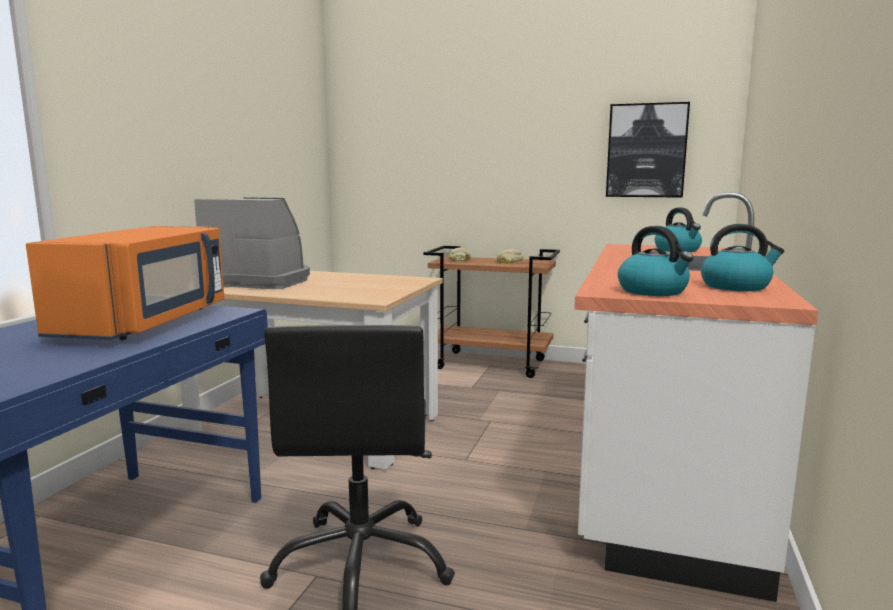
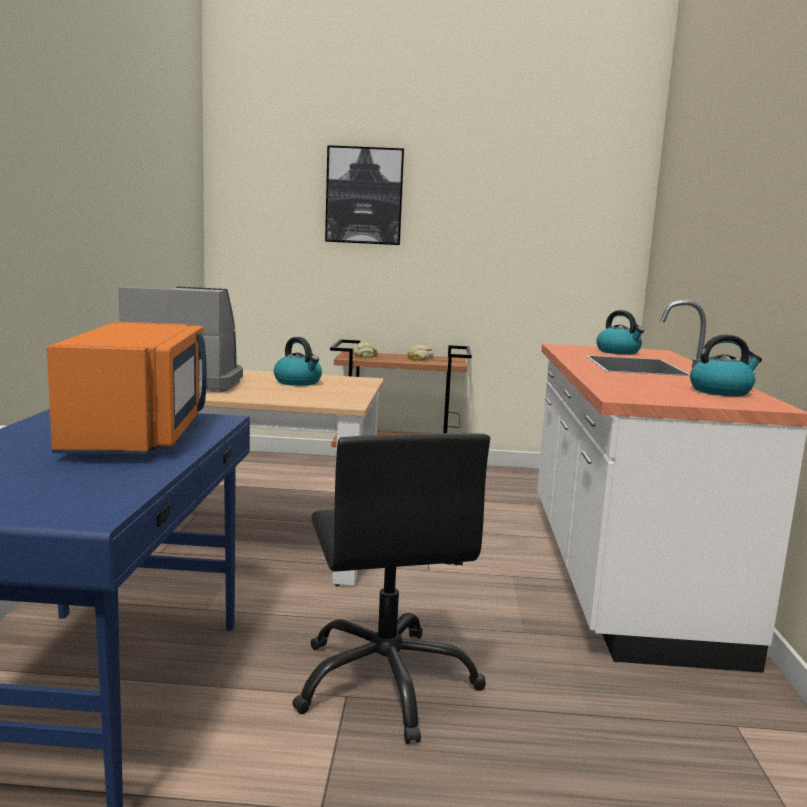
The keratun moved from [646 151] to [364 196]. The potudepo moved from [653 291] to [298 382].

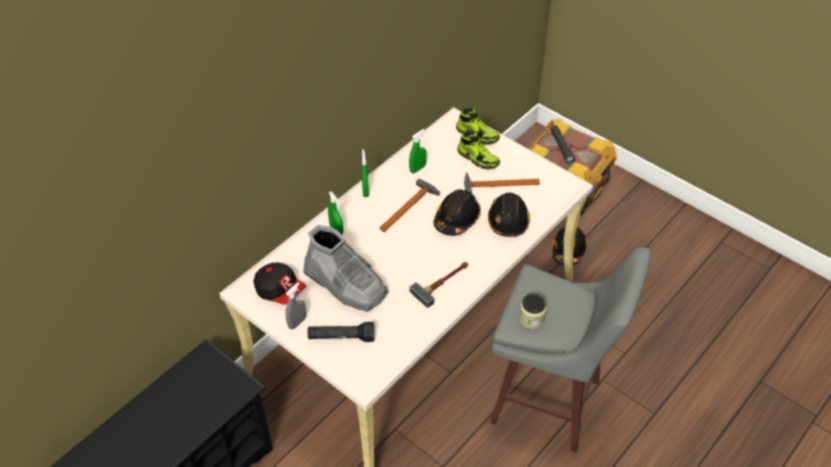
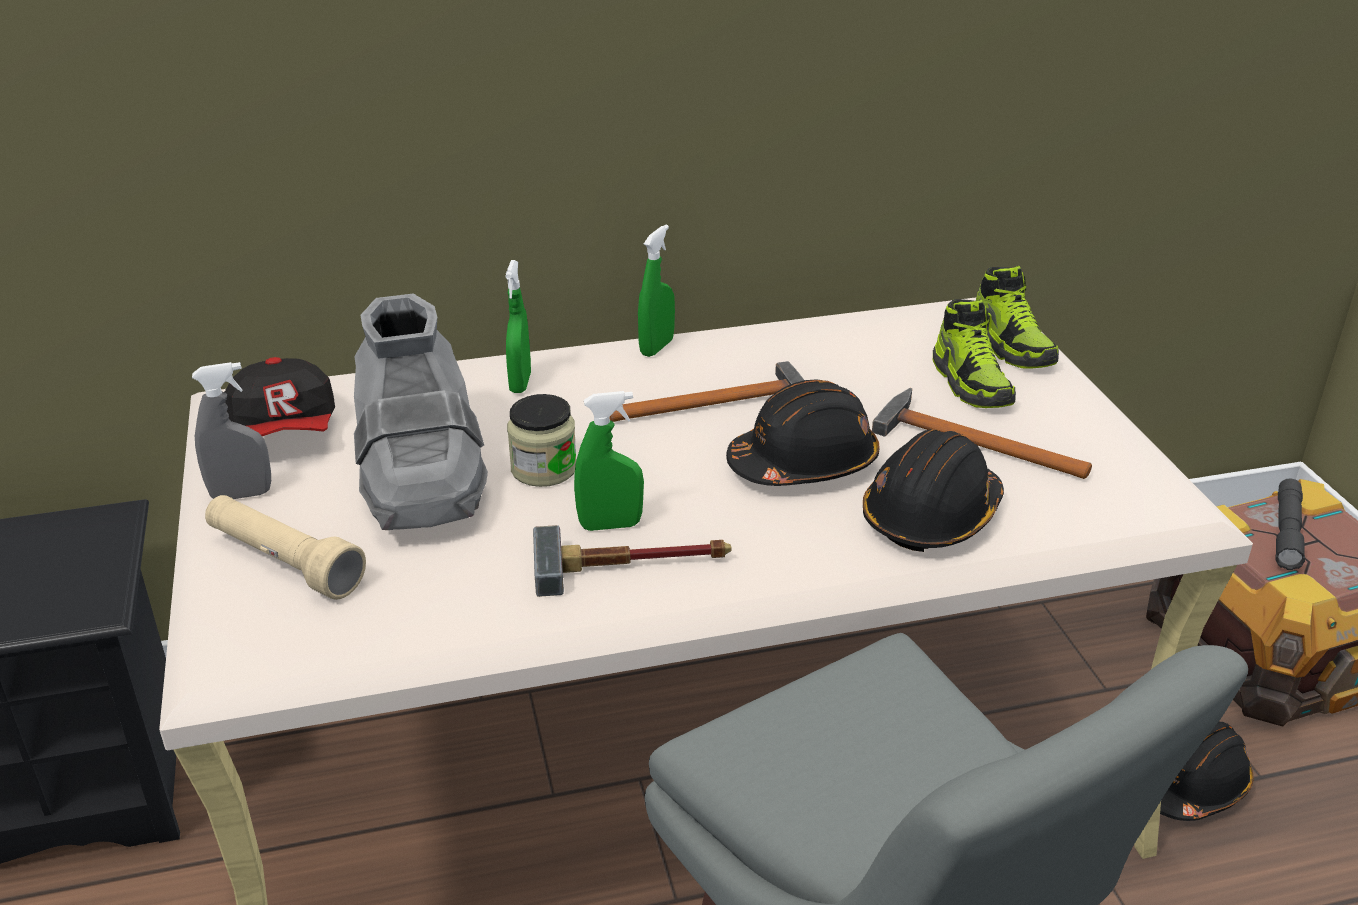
The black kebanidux at [341 338] became the beige kebanidux at [284 562]. The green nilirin moved from [417 168] to [610 525]. The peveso moved from [531 319] to [544 469].

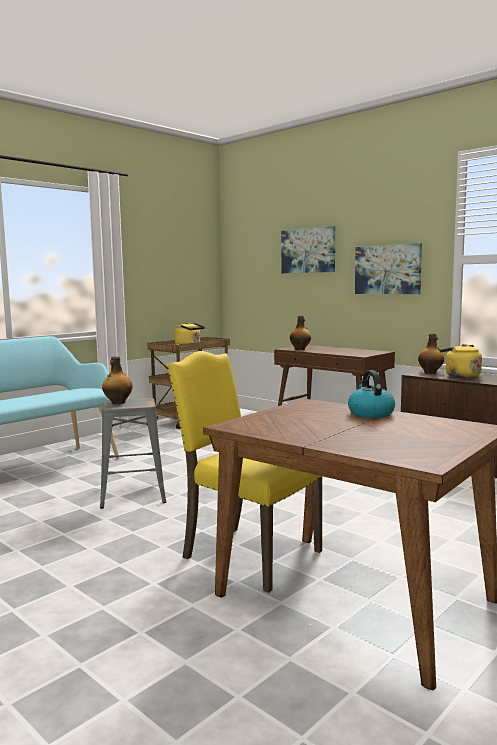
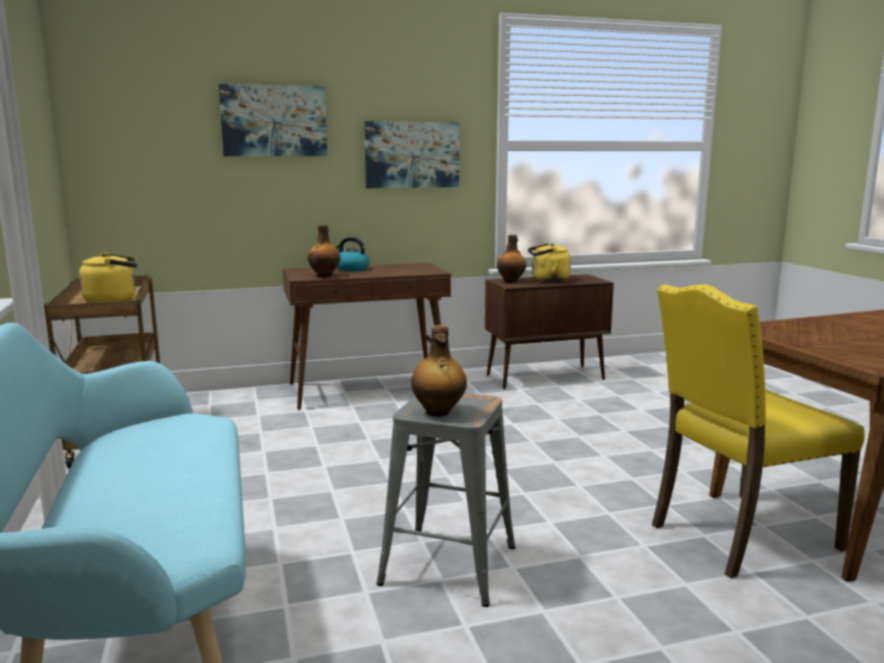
The potudepo moved from [370 413] to [351 269].

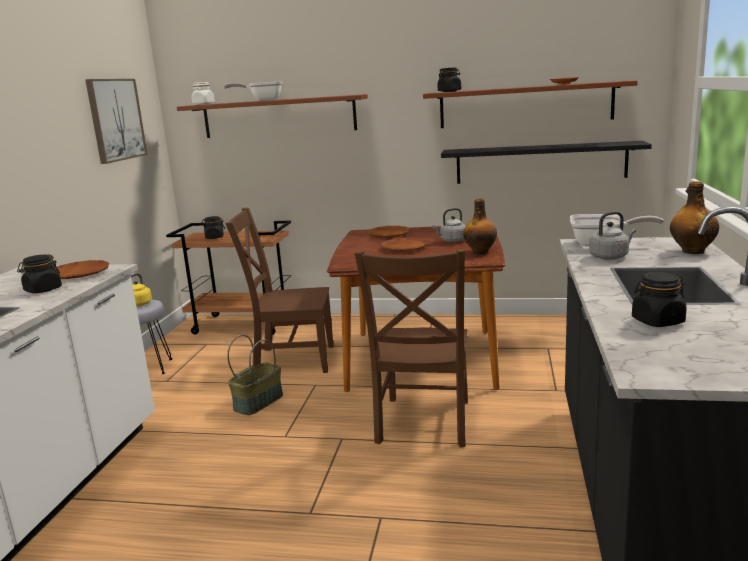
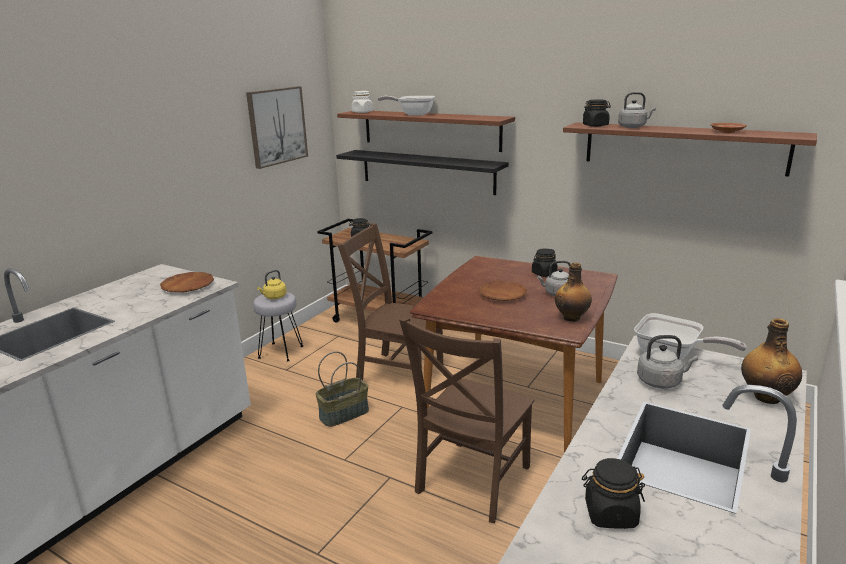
The black peveso moved from [43 290] to [544 273]. The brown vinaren at [389 235] disappeared. The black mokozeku moved from [540 163] to [426 171]. The grey potudepo at [633 127] appeared.

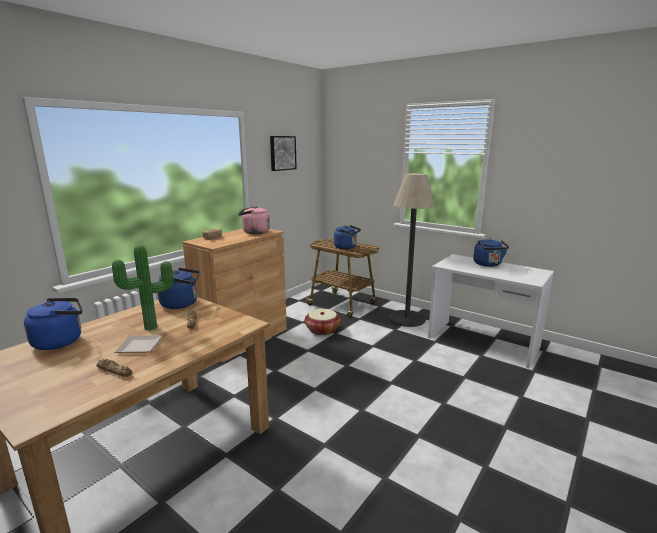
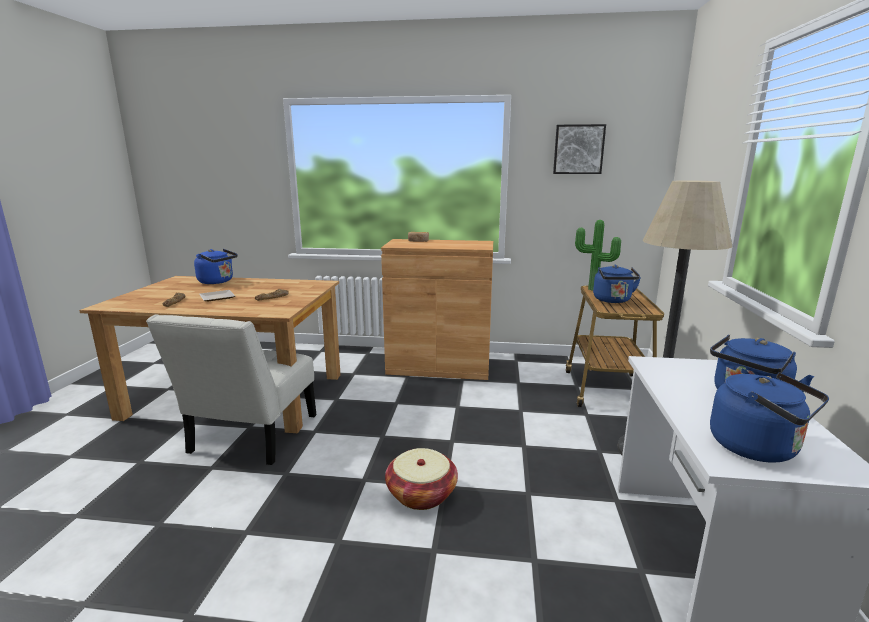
The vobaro moved from [151 328] to [593 289]. The blue potudepo moved from [182 304] to [758 448]. The pink potudepo at [254 232] disappeared. The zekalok moved from [322 330] to [421 494]. The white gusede at [250 437] appeared.

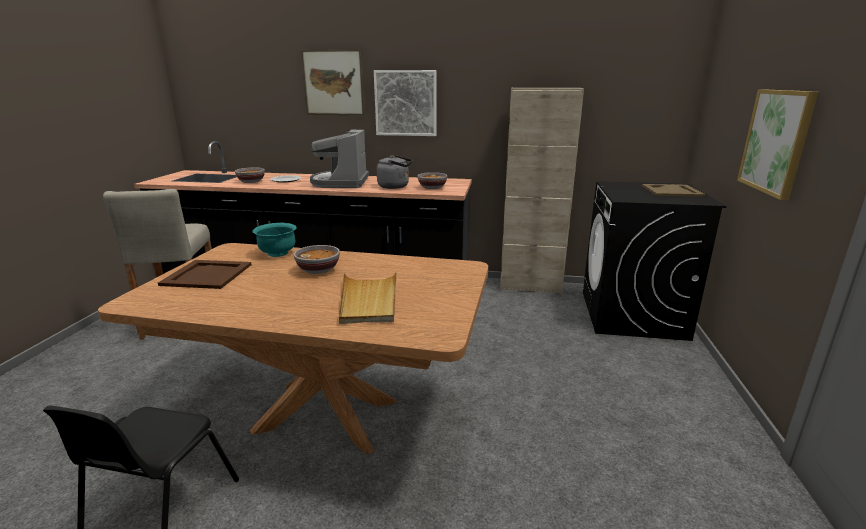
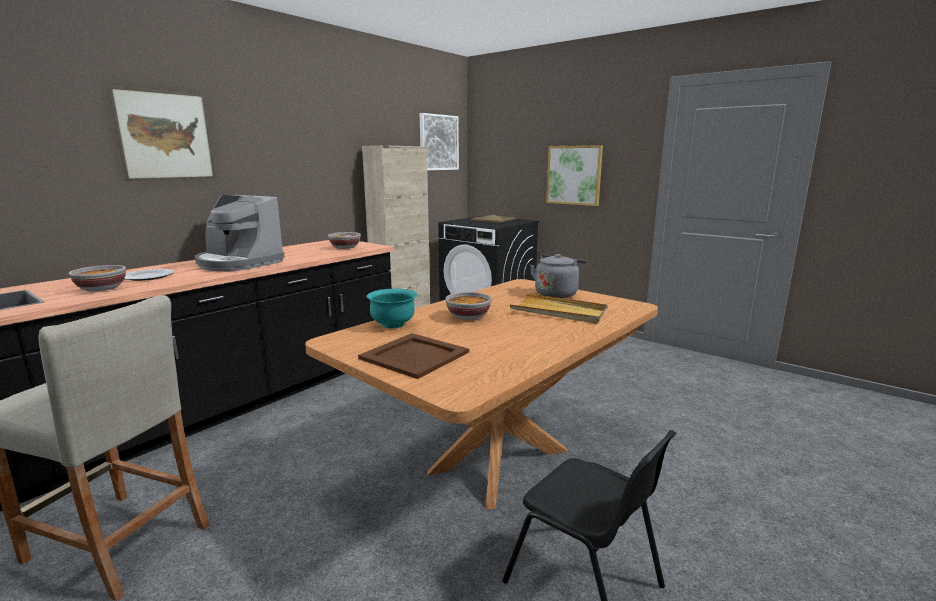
The keratun moved from [406 103] to [438 142]. The grey potudepo moved from [395 186] to [557 294].

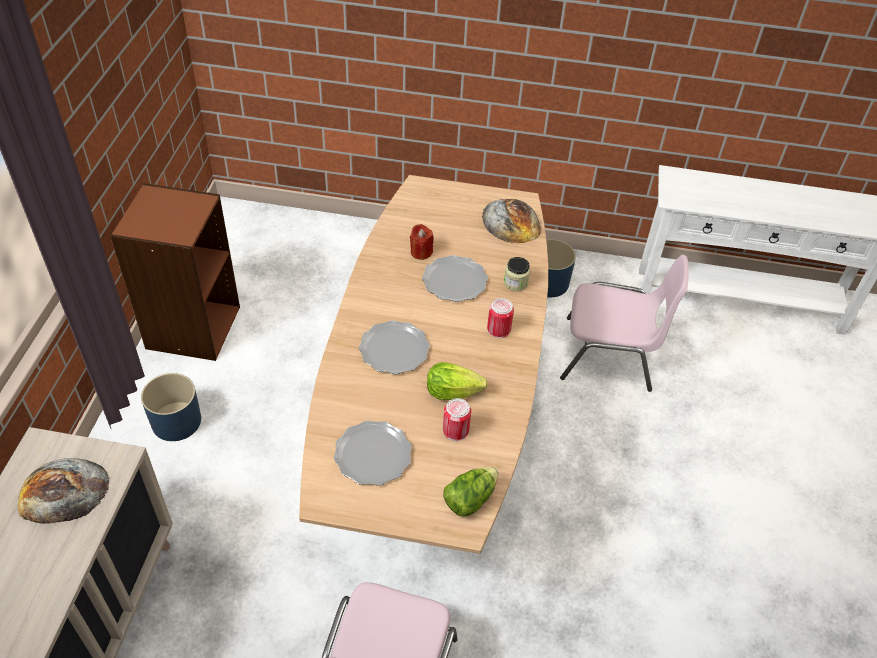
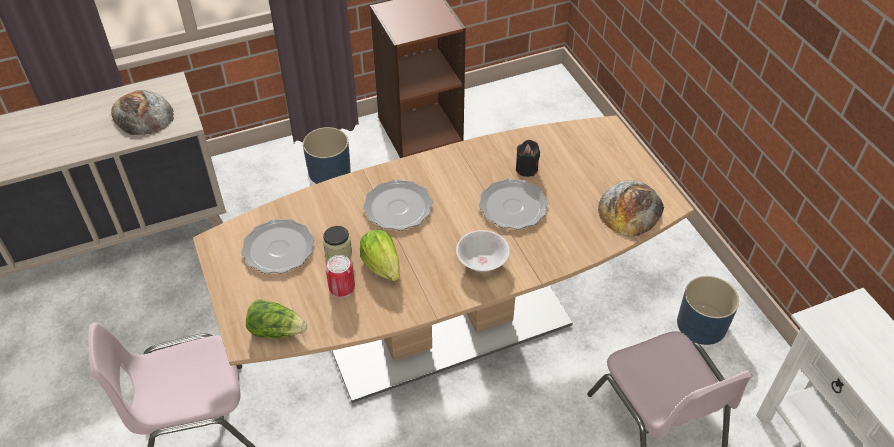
The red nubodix at [421 252] became the black nubodix at [526 169]. The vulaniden at [498 329] was replaced by the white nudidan at [482 263]. The peveso moved from [515 283] to [338 253].

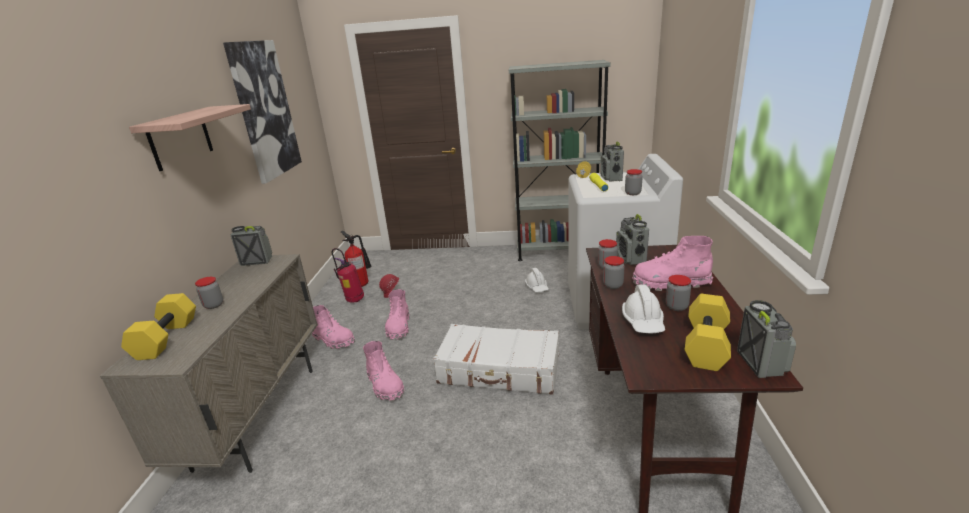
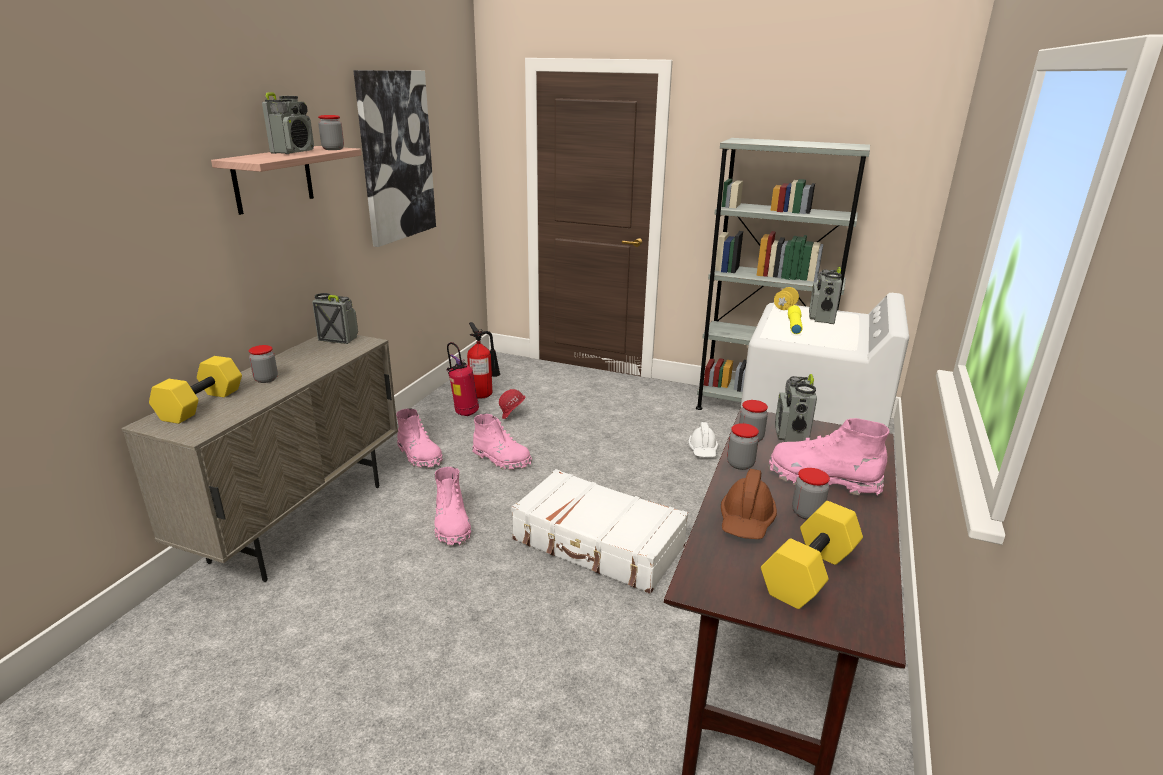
The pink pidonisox at [399 327] turned 75 degrees counterclockwise. The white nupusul at [643 321] became the brown nupusul at [746 520]. The peveso moved from [632 193] to [333 149]. The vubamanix moved from [761 363] to [293 152].

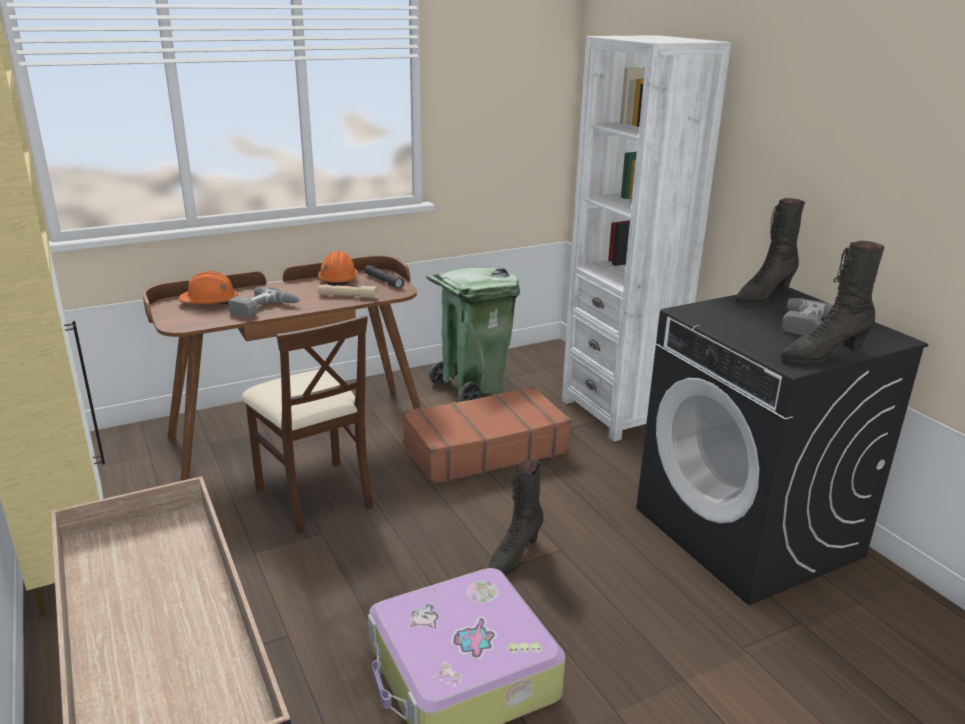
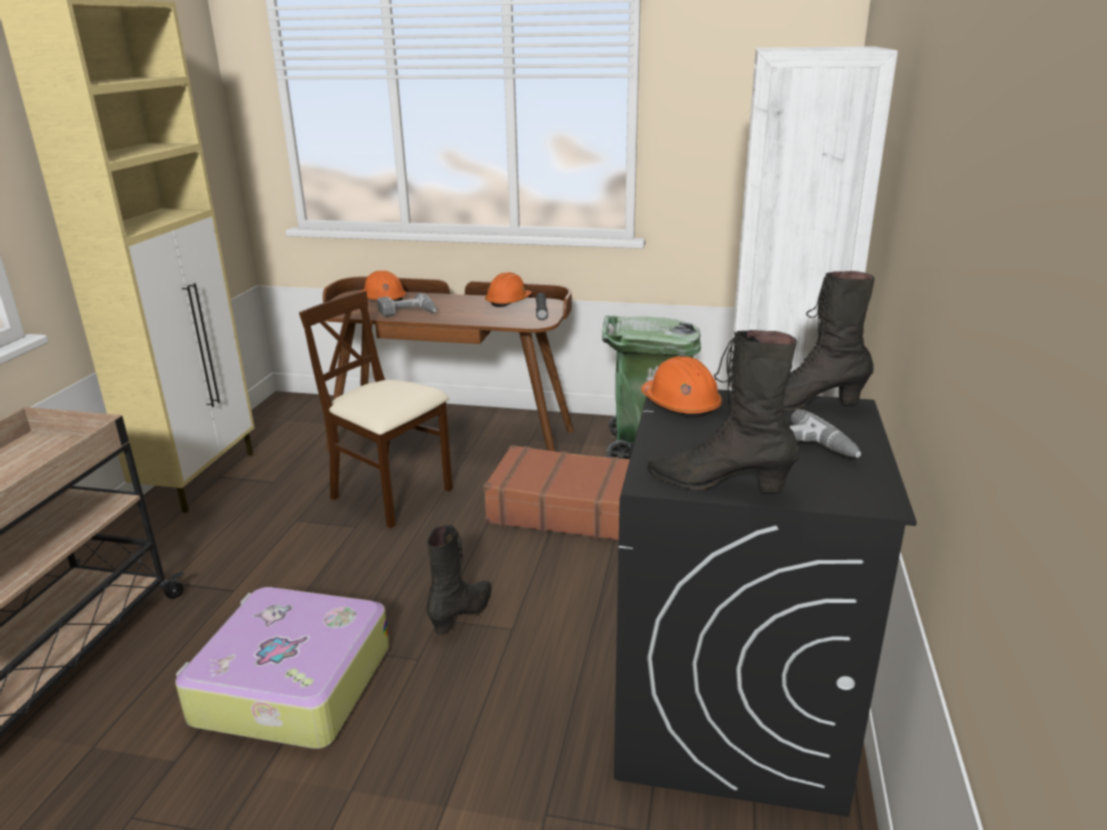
The beige gusede at [315 495] turned 120 degrees clockwise. The beige kebanidux at [348 296] disappeared. The black pidonisox at [513 557] turned 135 degrees clockwise. The orange nupusul at [680 404] appeared.

